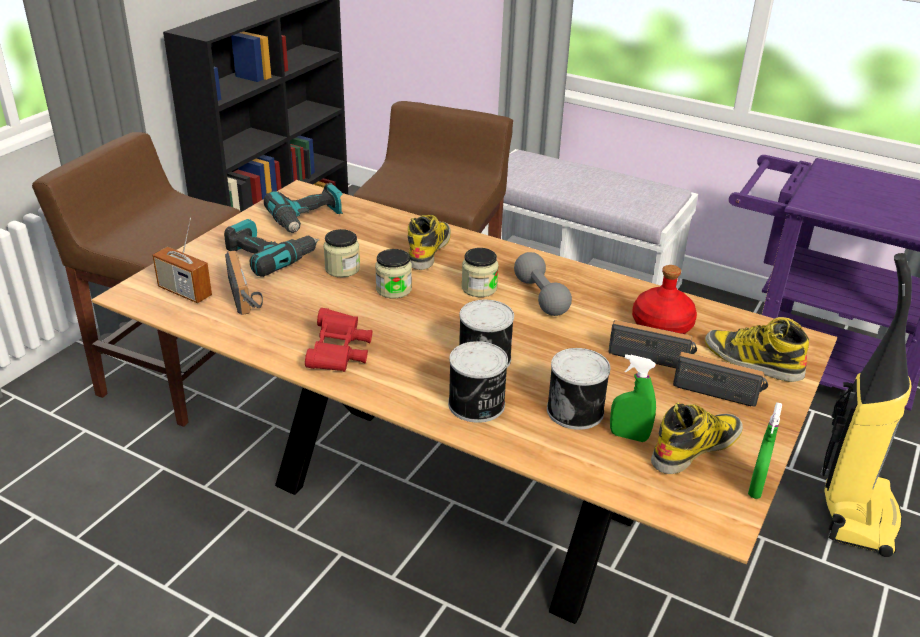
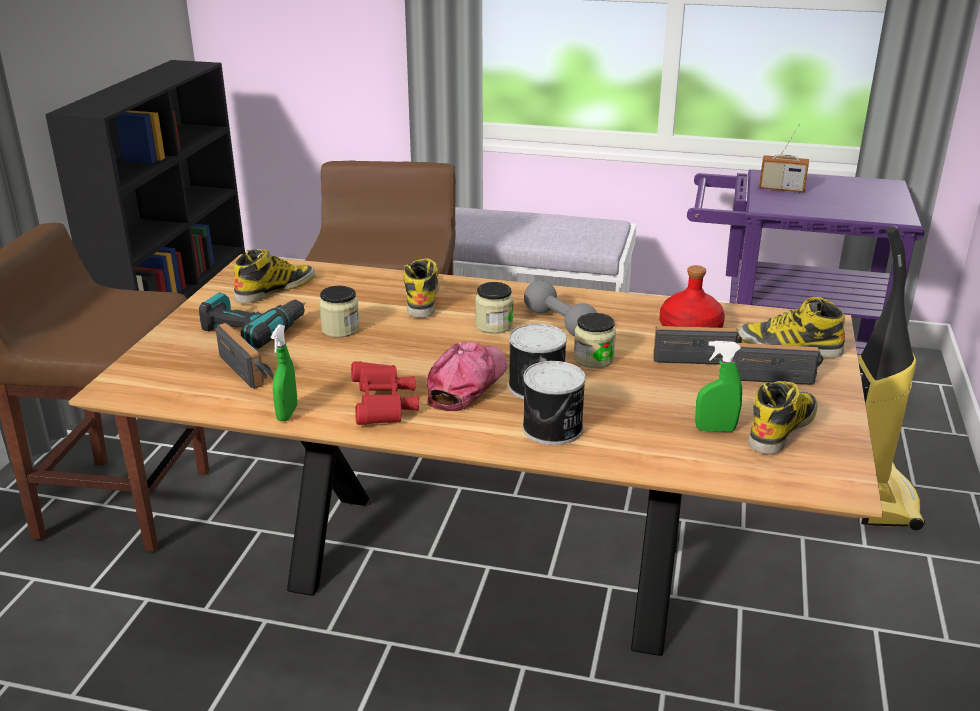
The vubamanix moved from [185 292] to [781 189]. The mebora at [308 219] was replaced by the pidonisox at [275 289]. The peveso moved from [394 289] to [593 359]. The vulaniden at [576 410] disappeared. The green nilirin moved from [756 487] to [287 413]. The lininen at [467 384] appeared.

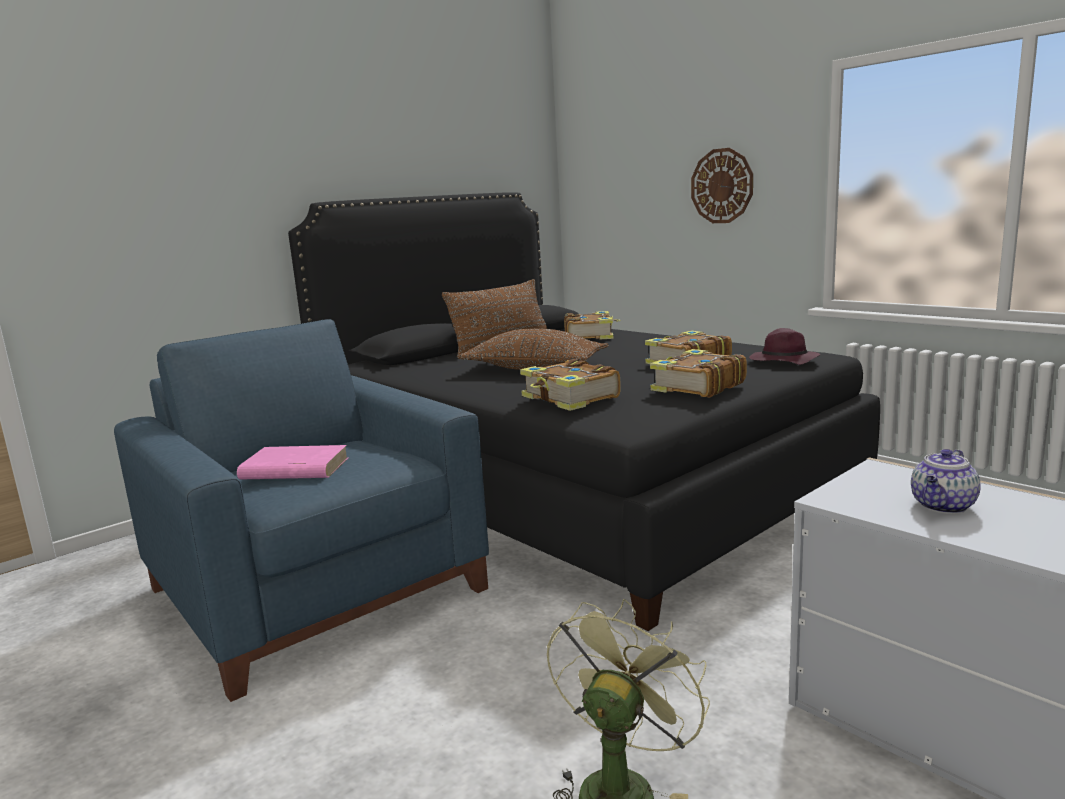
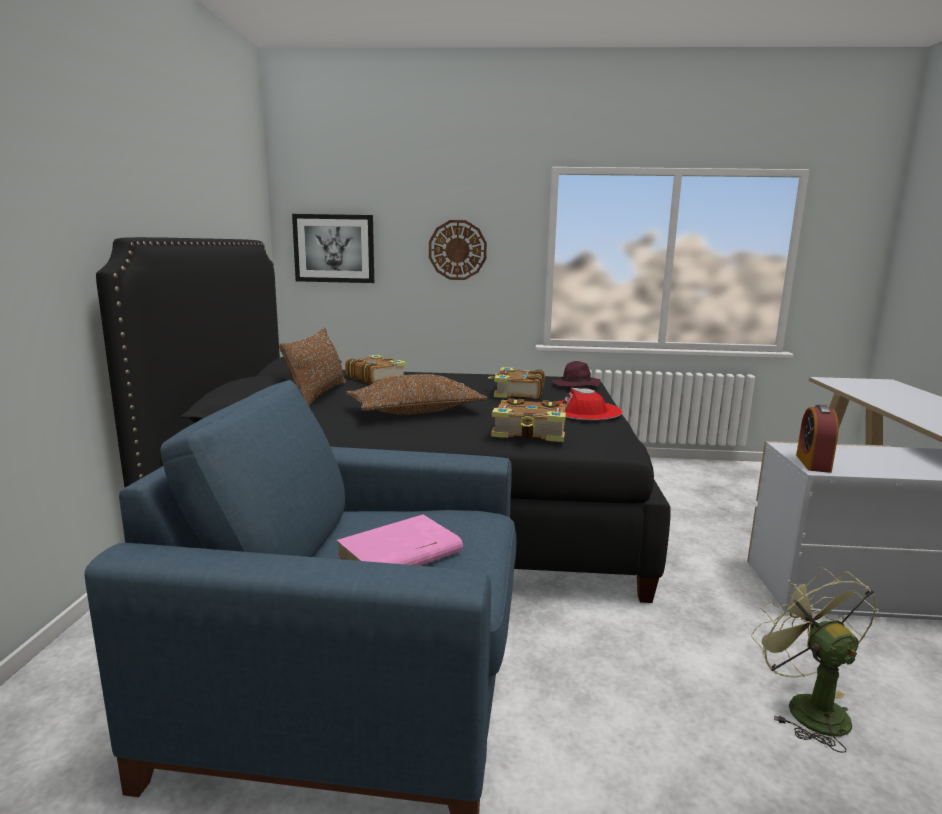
The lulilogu at [697 387] was replaced by the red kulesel at [584 410]. The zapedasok at [943 506] disappeared. The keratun at [334 248] appeared. The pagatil at [813 463] appeared.

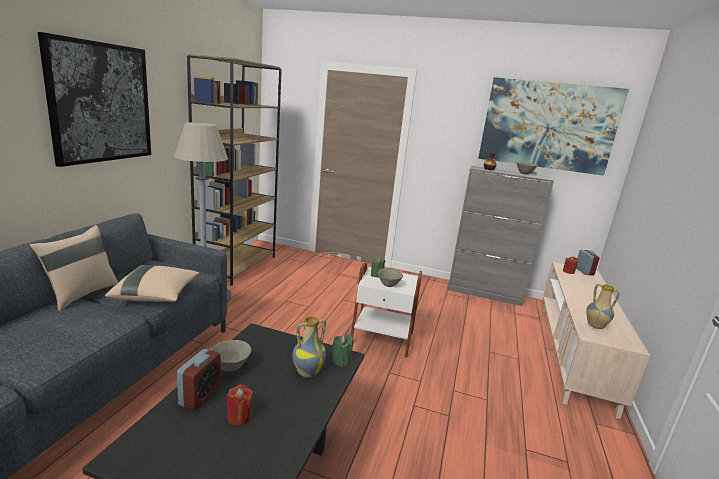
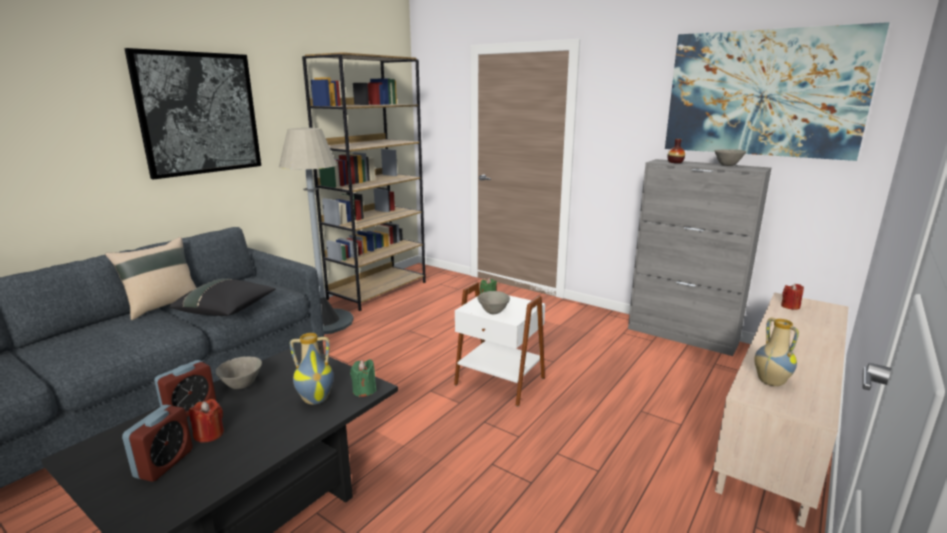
The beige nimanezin at [156 295] became the black nimanezin at [227 311]. The pagatil moved from [584 271] to [164 463].

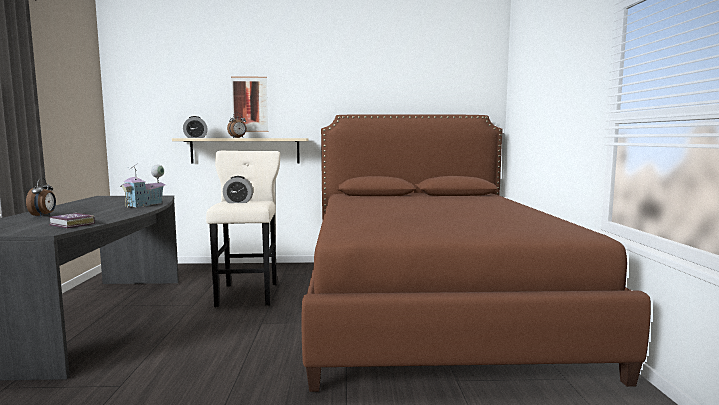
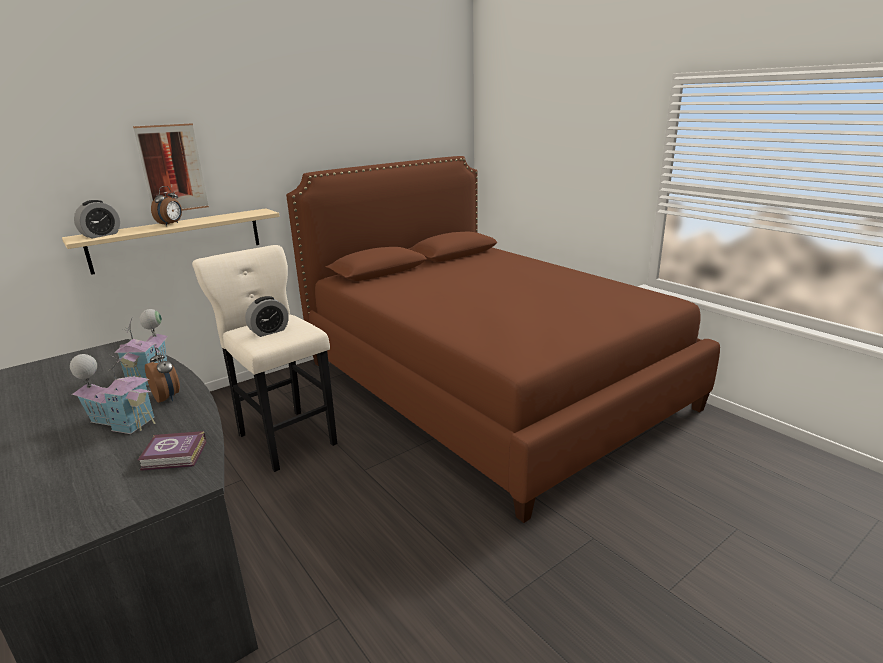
The pagatil moved from [44 215] to [168 397]. The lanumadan at [122 421] appeared.

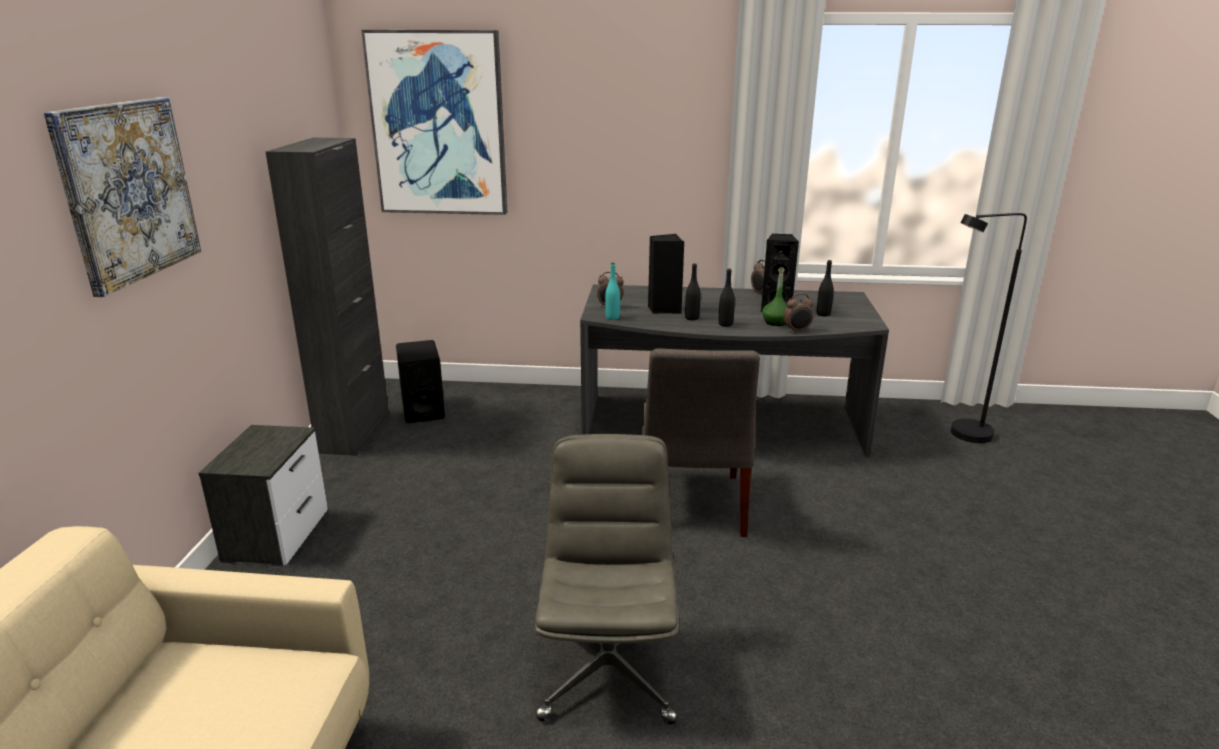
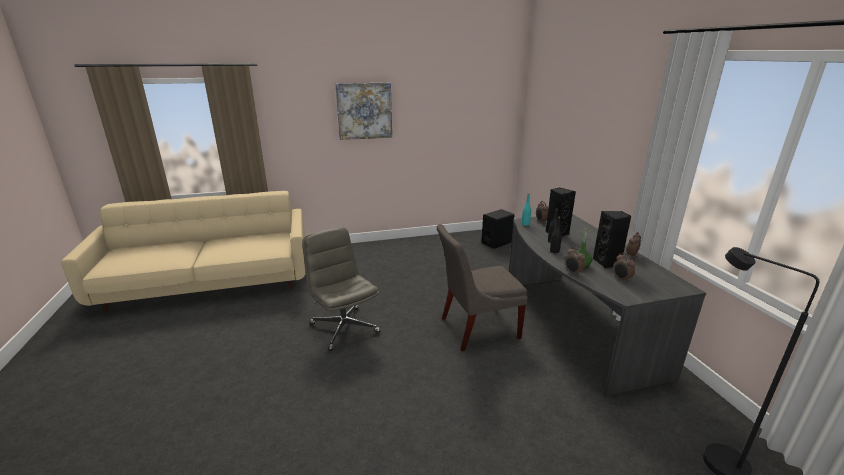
The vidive at [278 534] disappeared. The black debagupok at [354 432] disappeared. The keratun at [439 124] disappeared. The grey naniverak at [607 671] turned 105 degrees counterclockwise. The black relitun at [823 314] was replaced by the pagatil at [621 279].

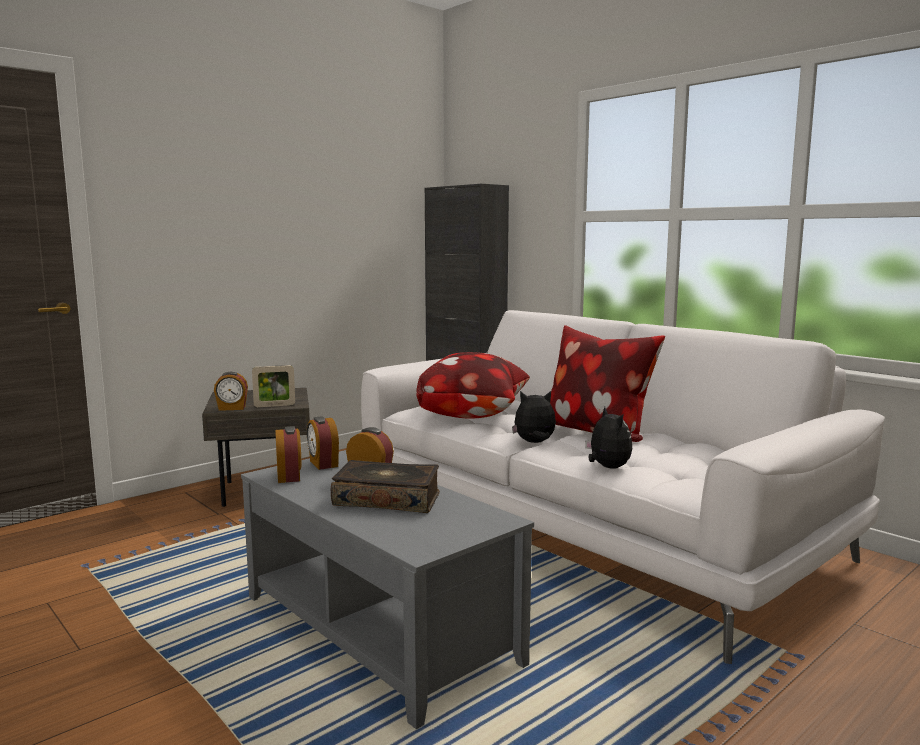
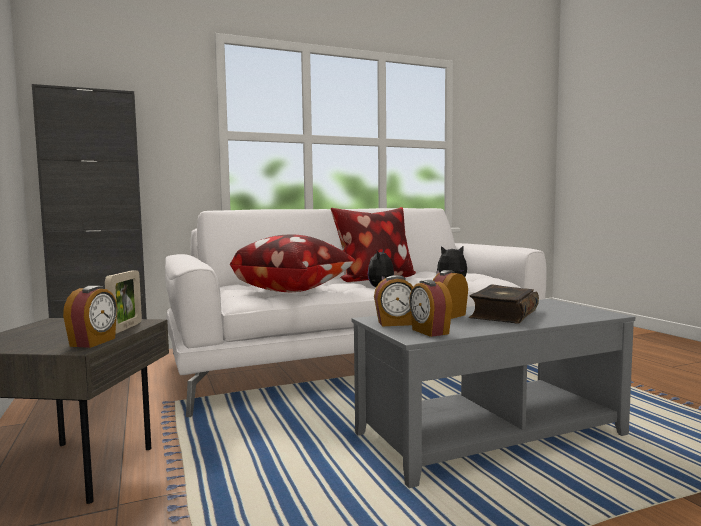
The pagatil at [289 476] turned 120 degrees counterclockwise.

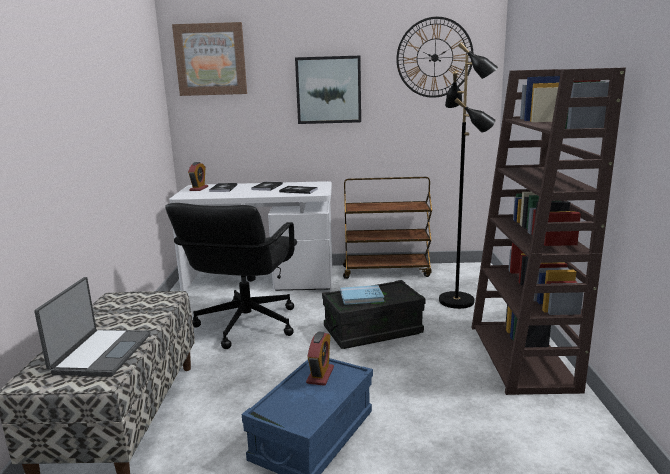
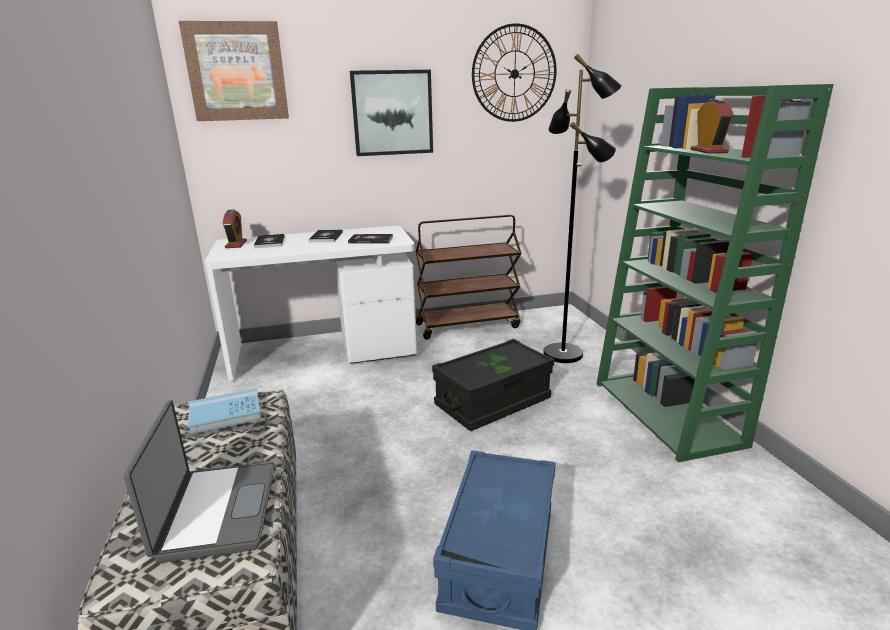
The black naniverak at [246 324] disappeared. The pagatil moved from [320 375] to [708 151]. The blue lulilogu moved from [361 297] to [225 414]. The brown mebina at [523 357] became the green mebina at [668 413].

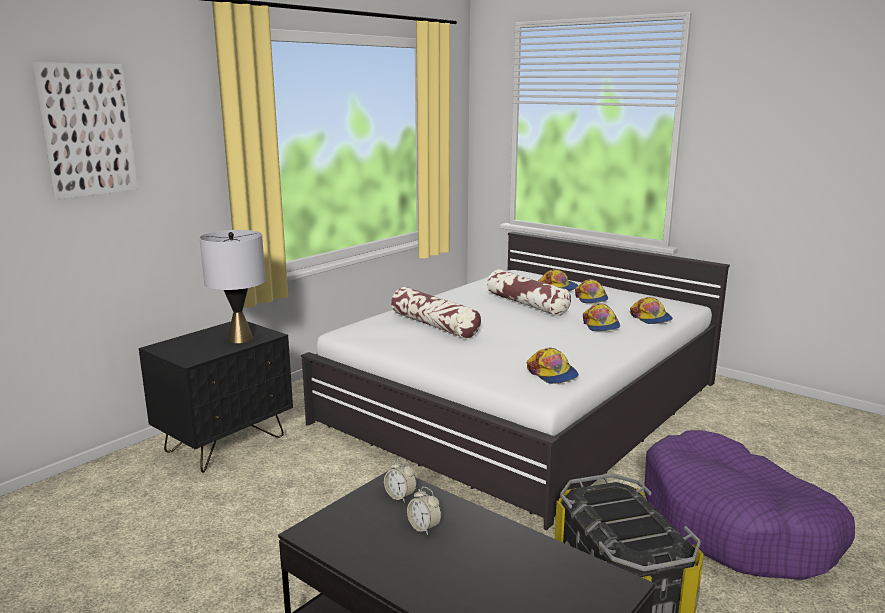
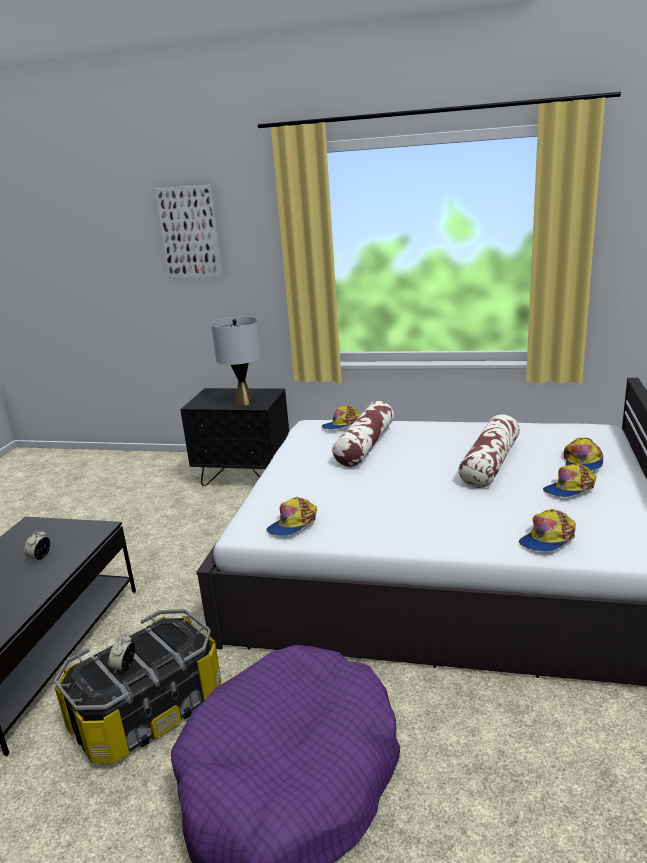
The pagatil moved from [400 496] to [124 667]. The lininen moved from [601 325] to [342 425].

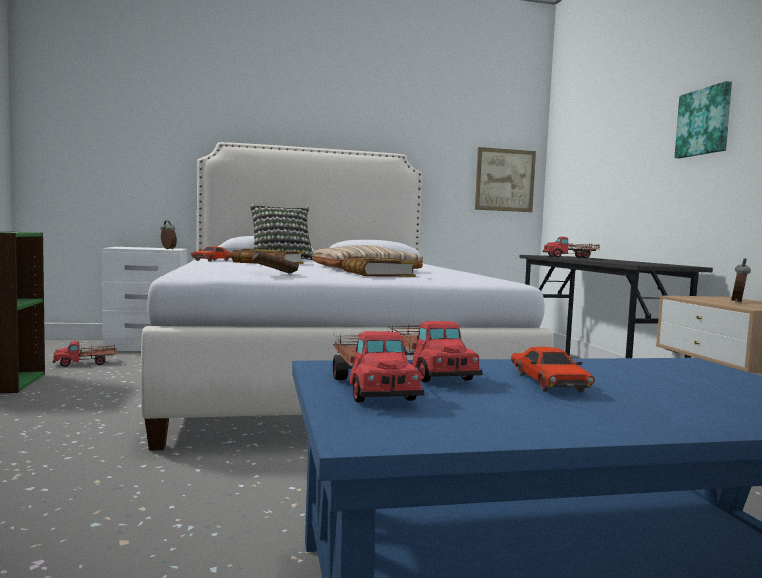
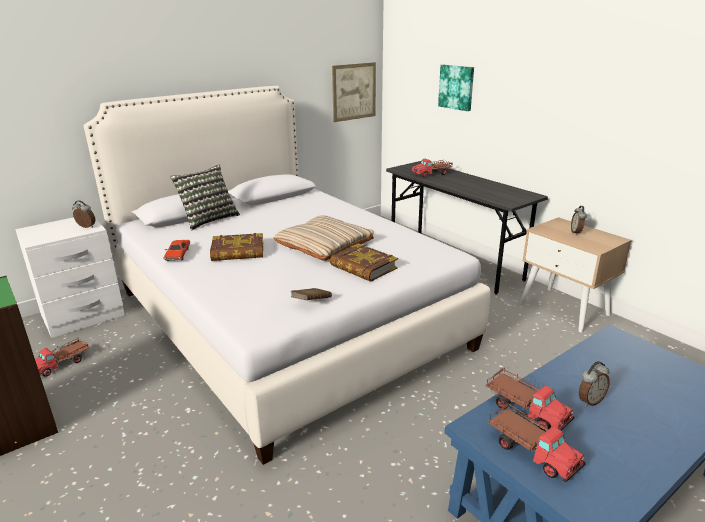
The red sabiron at [547 382] was replaced by the pagatil at [589 401]. The keratun moved from [704 122] to [457 87].

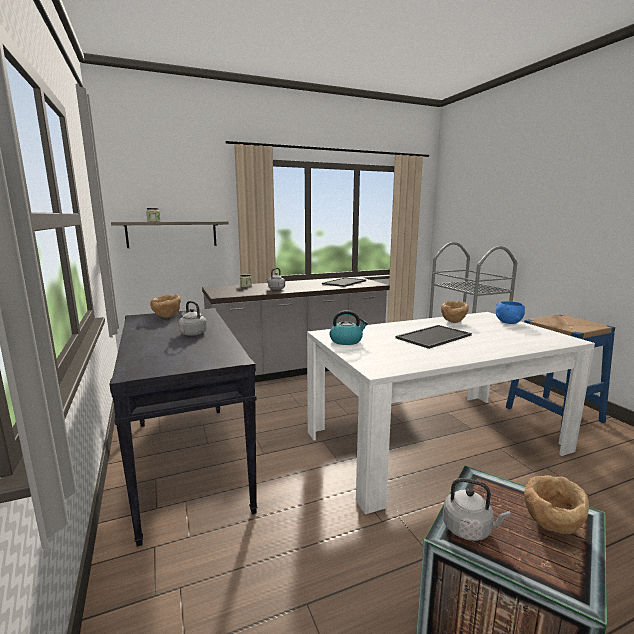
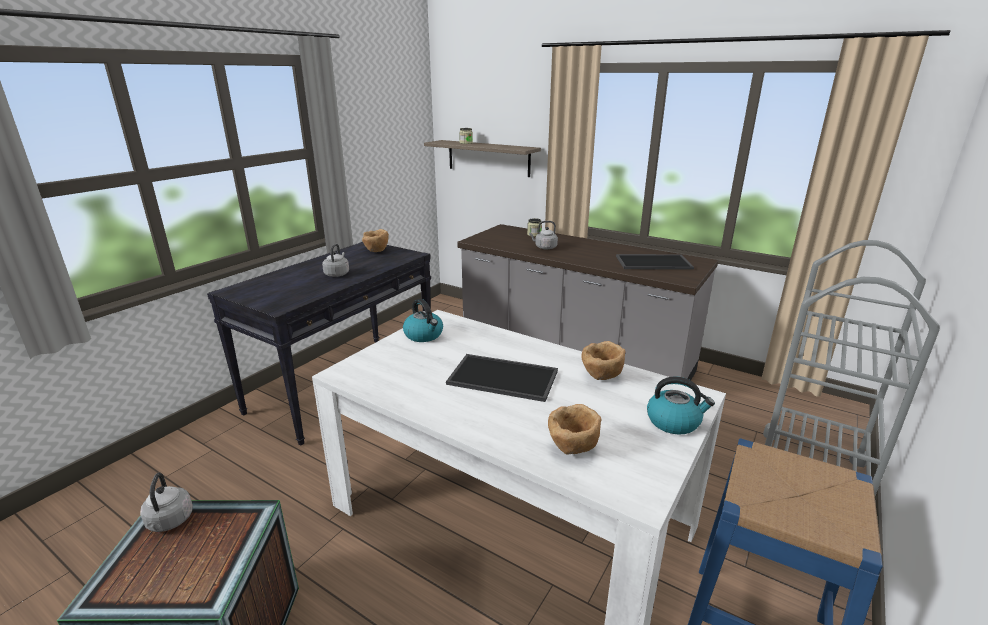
The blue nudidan at [508 322] was replaced by the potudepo at [674 421]. The brown nudidan moved from [552 526] to [572 449].

